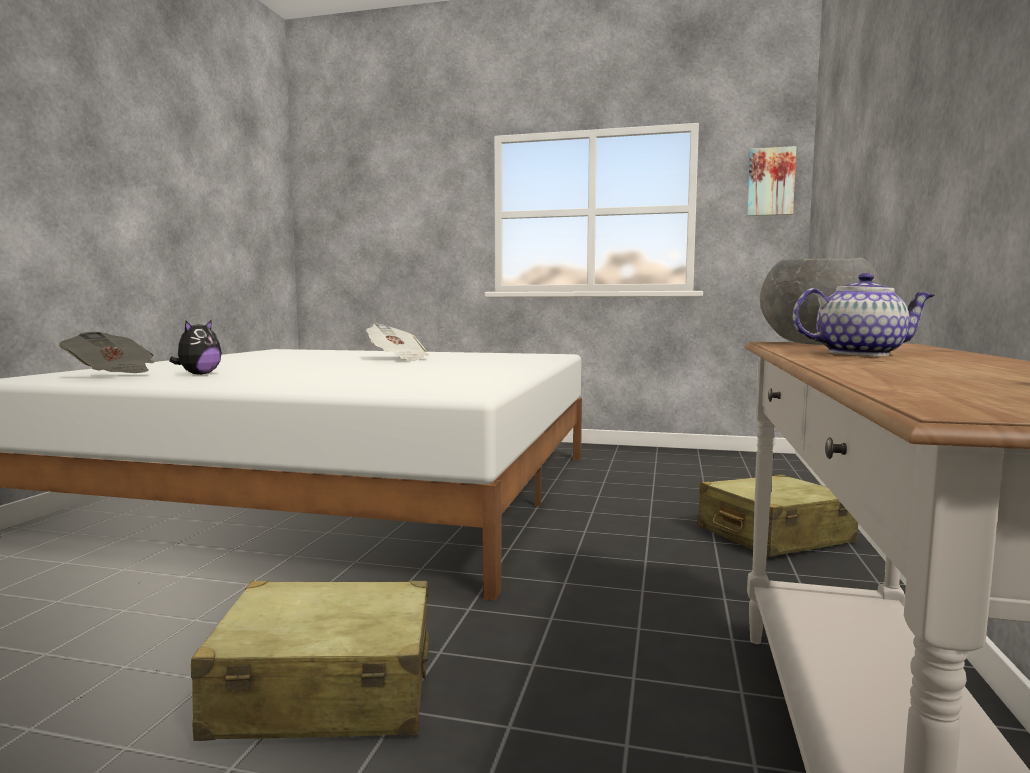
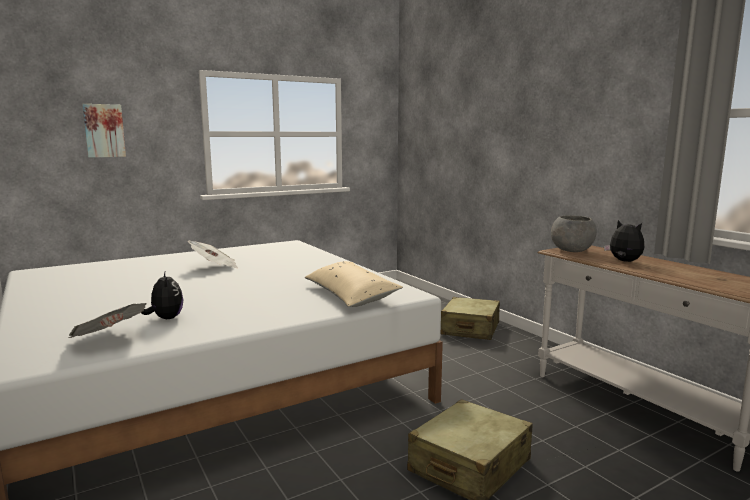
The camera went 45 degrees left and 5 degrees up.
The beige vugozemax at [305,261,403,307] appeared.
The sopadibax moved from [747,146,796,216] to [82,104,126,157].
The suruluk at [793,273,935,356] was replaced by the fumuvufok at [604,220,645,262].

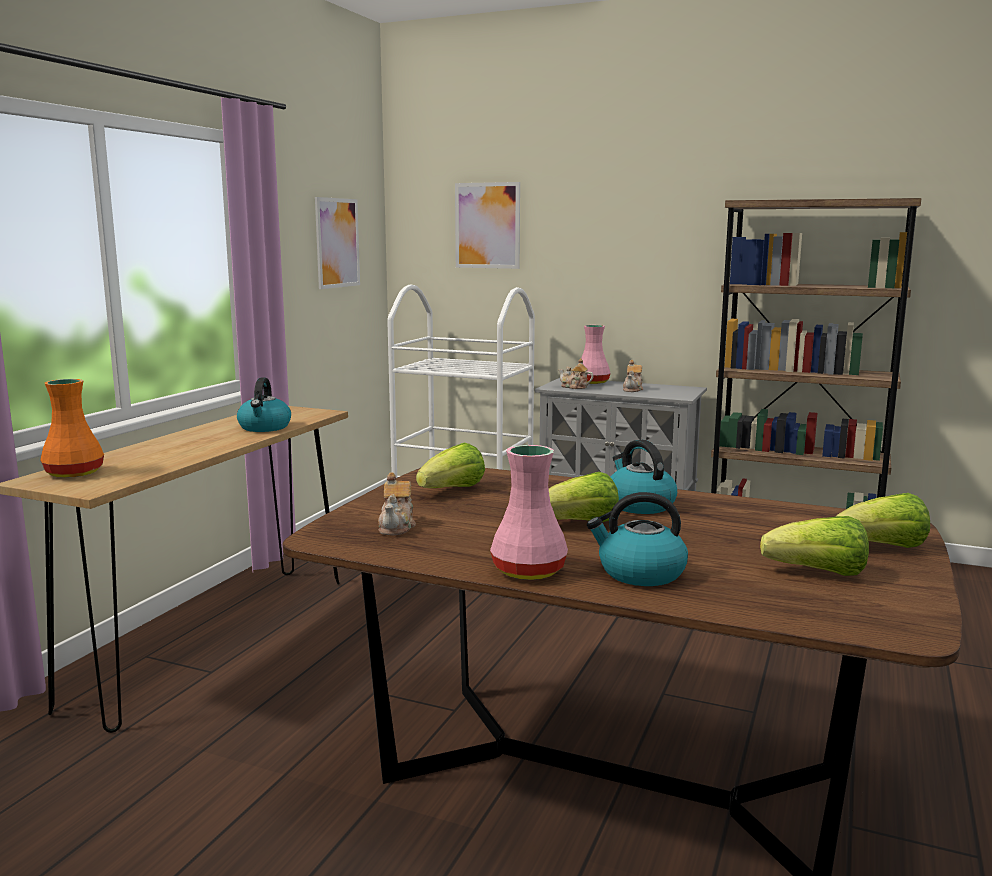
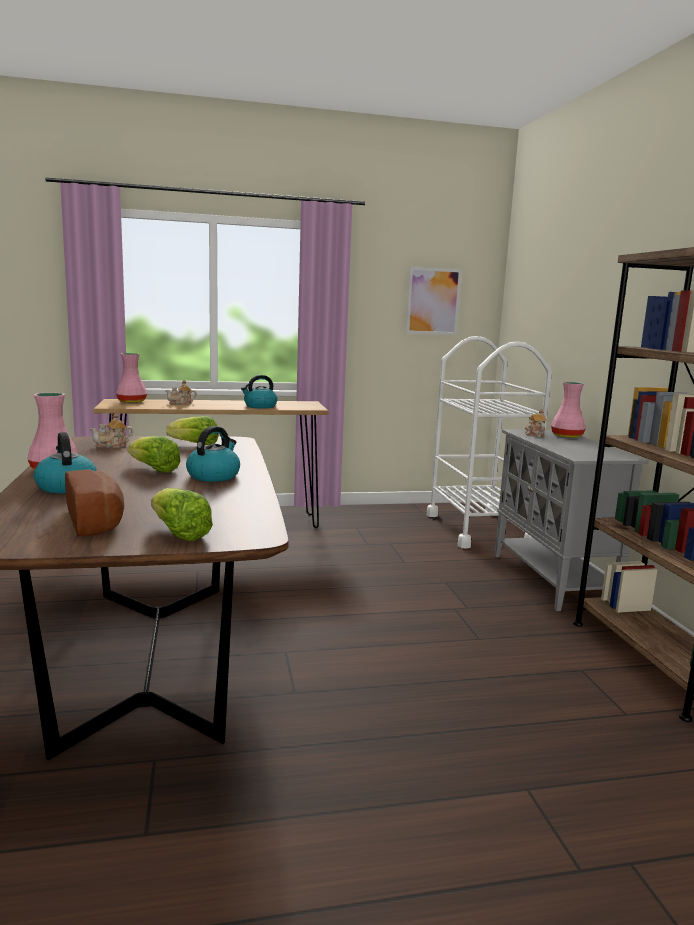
The camera went 55 degrees right and 0 degrees up.
The sopadibax at [455,182,520,269] disappeared.
The suruluk moved from [623,360,643,392] to [165,380,197,405].
The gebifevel at [760,516,869,576] was replaced by the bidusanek at [65,469,124,536].
The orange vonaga at [40,379,104,478] became the pink vonaga at [116,353,147,403].

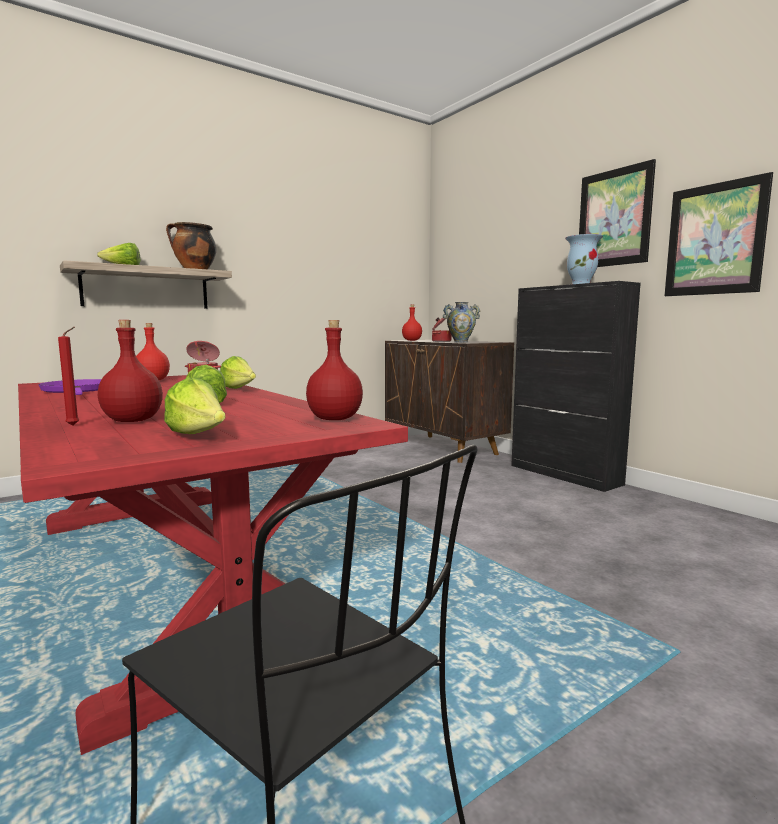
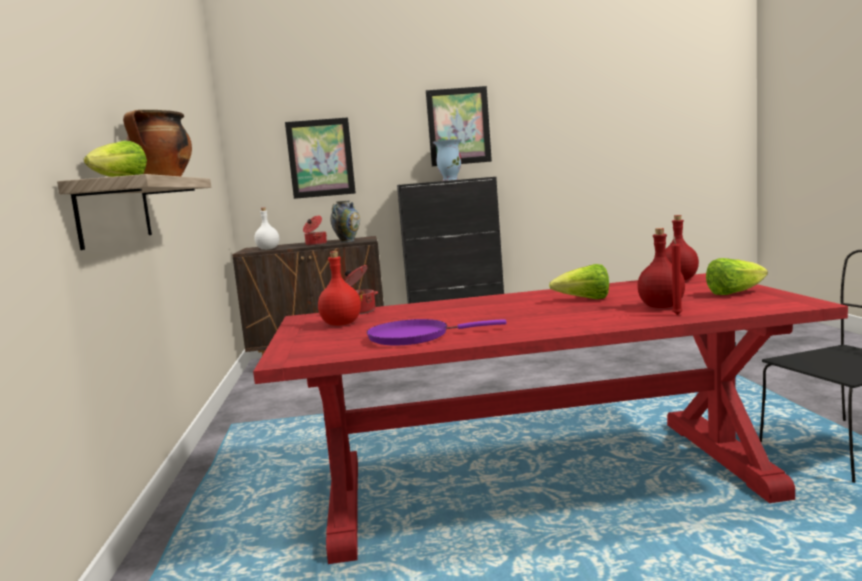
The camera went 60 degrees left and 0 degrees up.
The gebifevel at [220,356,256,389] disappeared.
The sopadibax moved from [665,172,773,296] to [285,117,356,199].
The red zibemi at [402,305,422,341] became the white zibemi at [254,208,279,250].

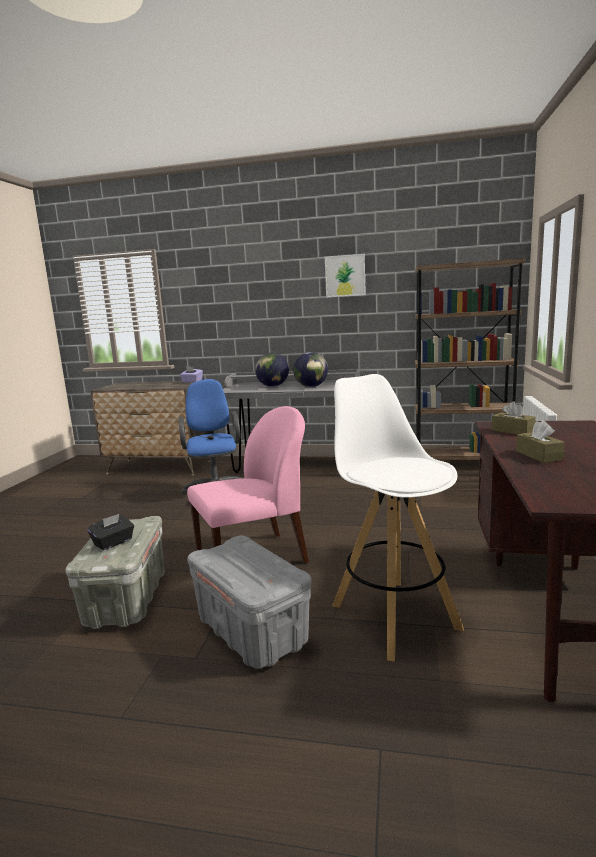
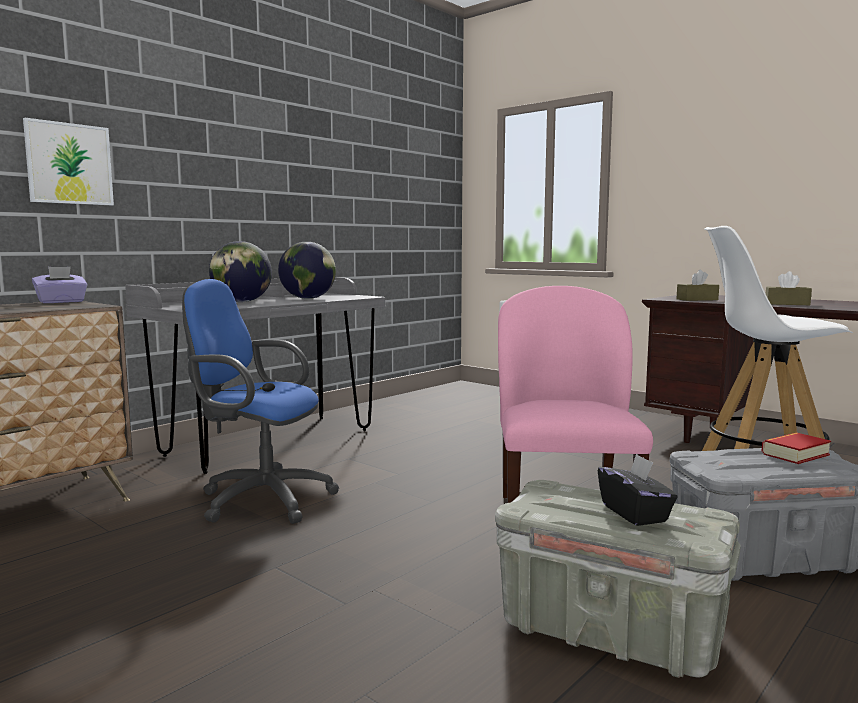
The camera went 60 degrees left and 5 degrees down.
The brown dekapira at [415,258,525,460] disappeared.
The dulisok at [762,432,831,464] appeared.
The sopadibax moved from [325,254,366,297] to [23,118,114,205].

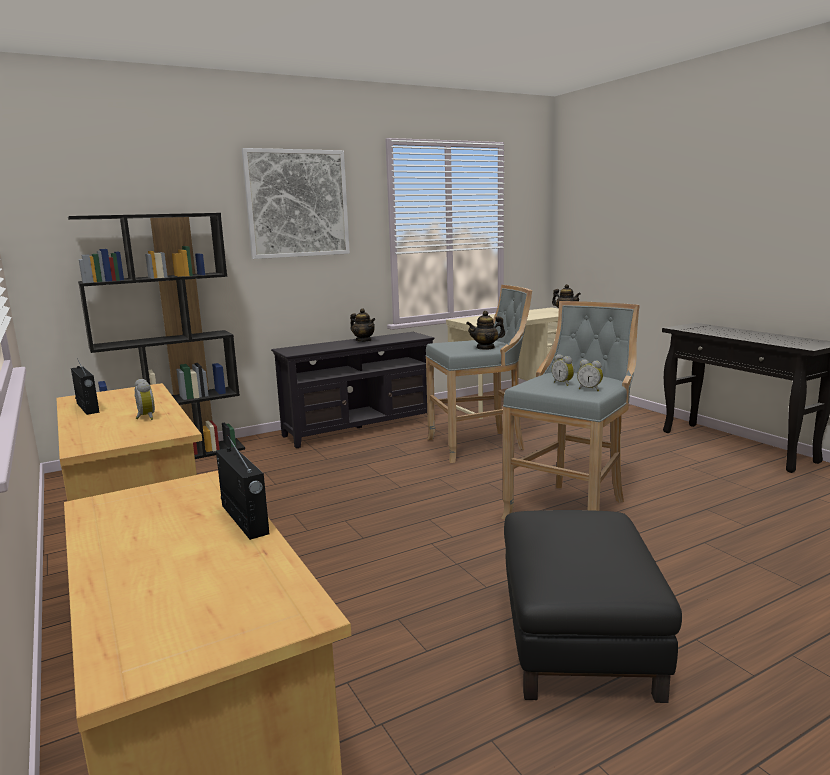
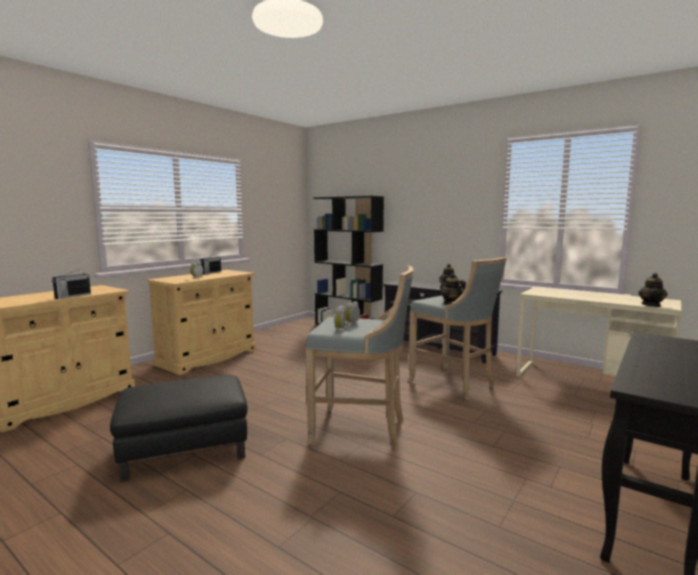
The camera went 65 degrees right and 5 degrees down.
The sopadibax at [242,148,350,259] disappeared.

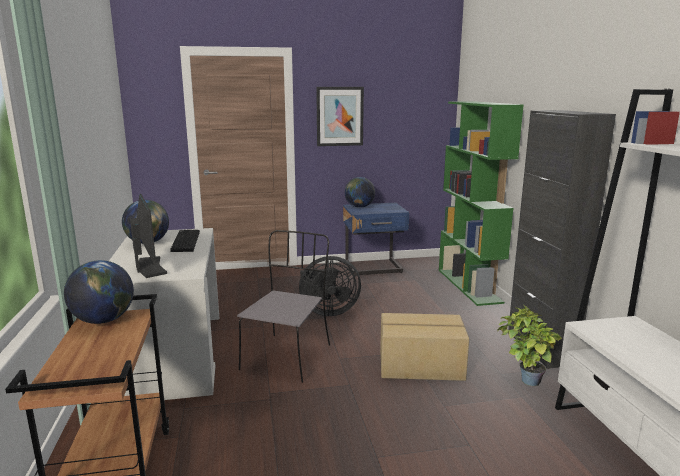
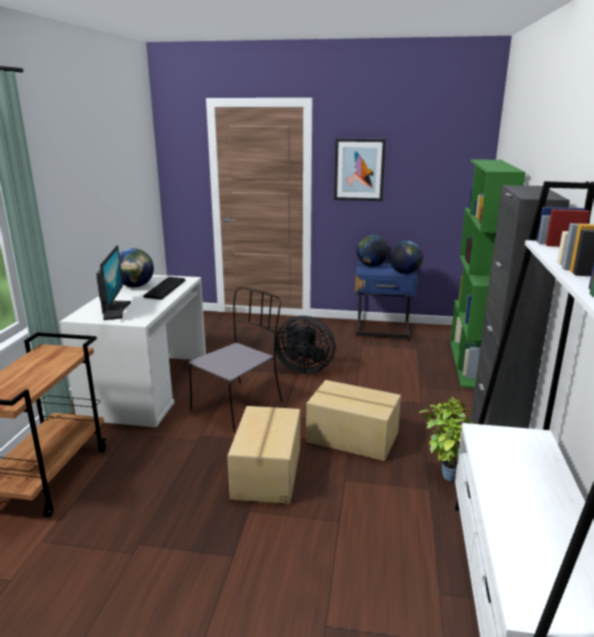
The camera went 20 degrees right and 5 degrees up.
The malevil at [227,406,300,504] appeared.
The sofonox moved from [64,260,134,324] to [389,241,423,274].

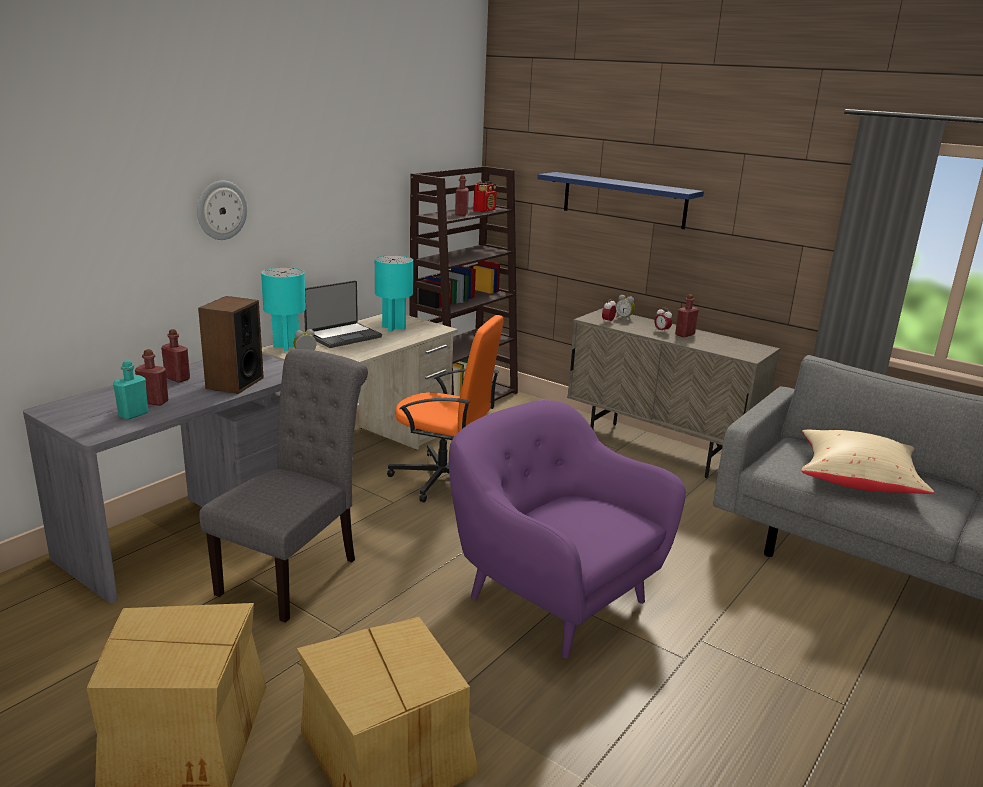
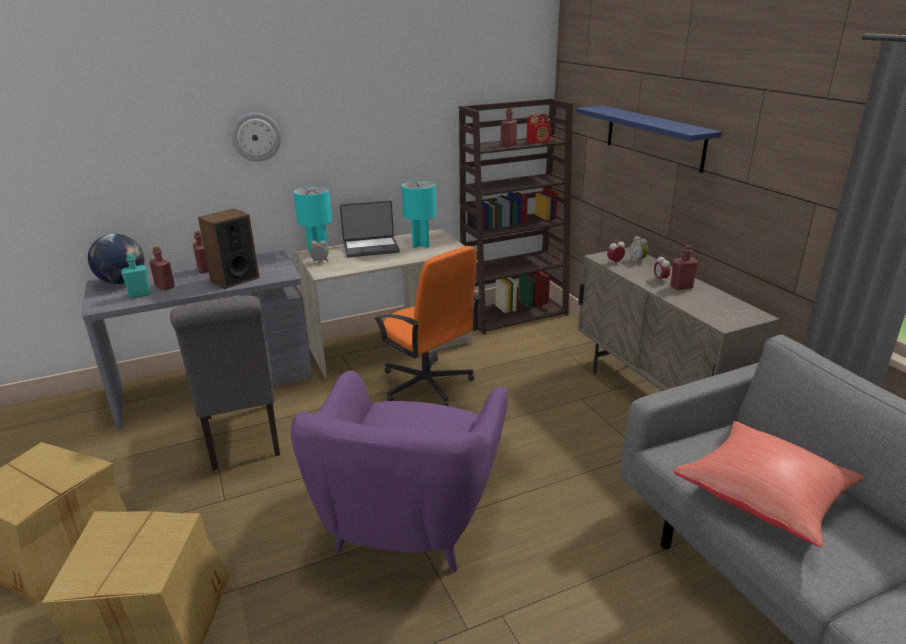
The camera went 30 degrees right and 5 degrees up.
The sofonox at [88,234,145,284] appeared.
The beige vugozemax at [801,430,934,494] became the red vugozemax at [673,421,864,547].
The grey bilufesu at [199,349,368,623] turned 105 degrees clockwise.
The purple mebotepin at [449,400,686,658] turned 150 degrees counterclockwise.

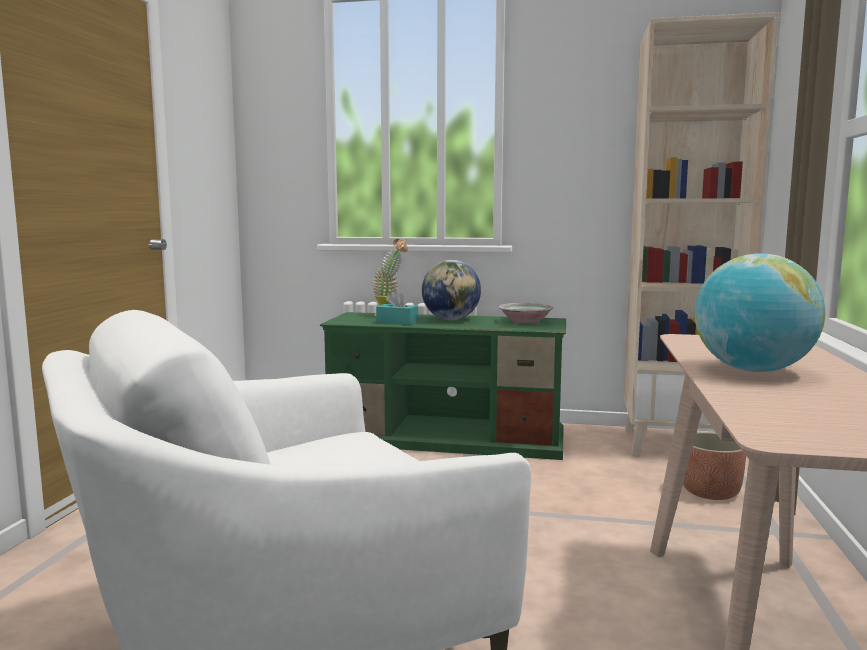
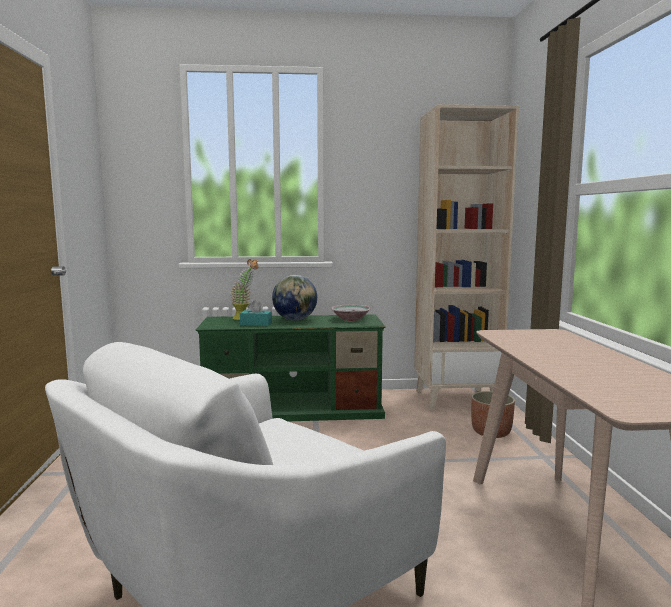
The camera went 15 degrees left and 0 degrees up.
The sofonox at [694,254,825,372] disappeared.

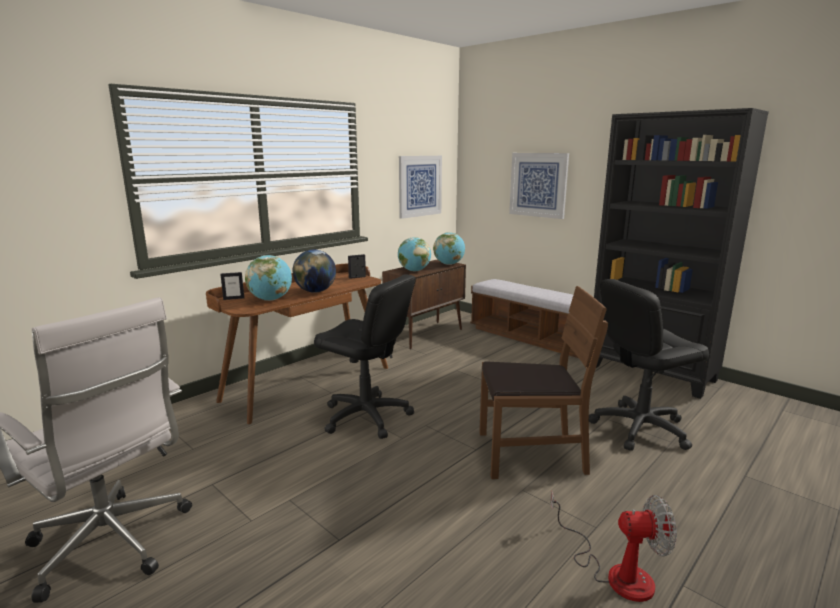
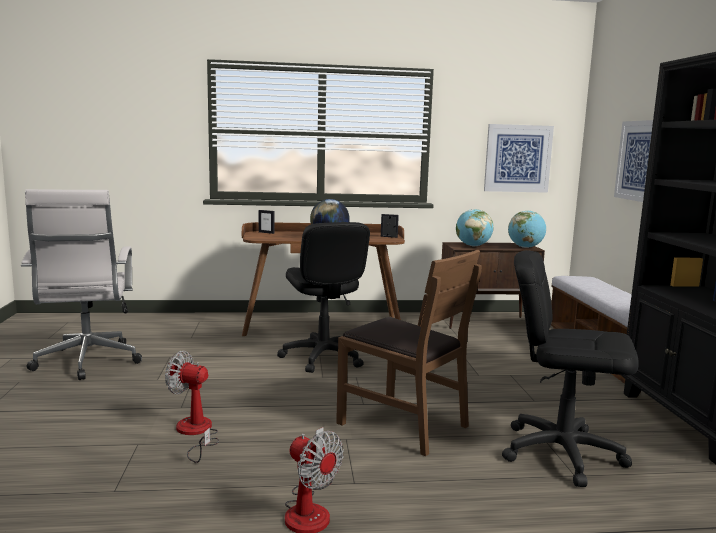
The camera went 40 degrees right and 5 degrees down.
The sofonox at [245,255,292,301] disappeared.
The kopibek at [165,351,219,463] appeared.

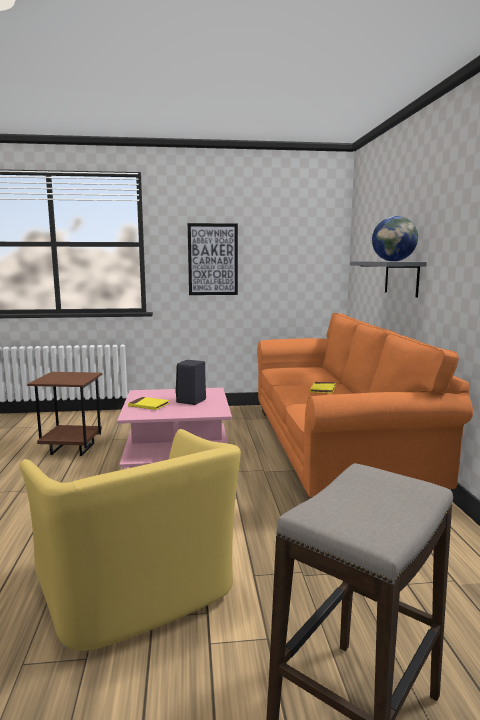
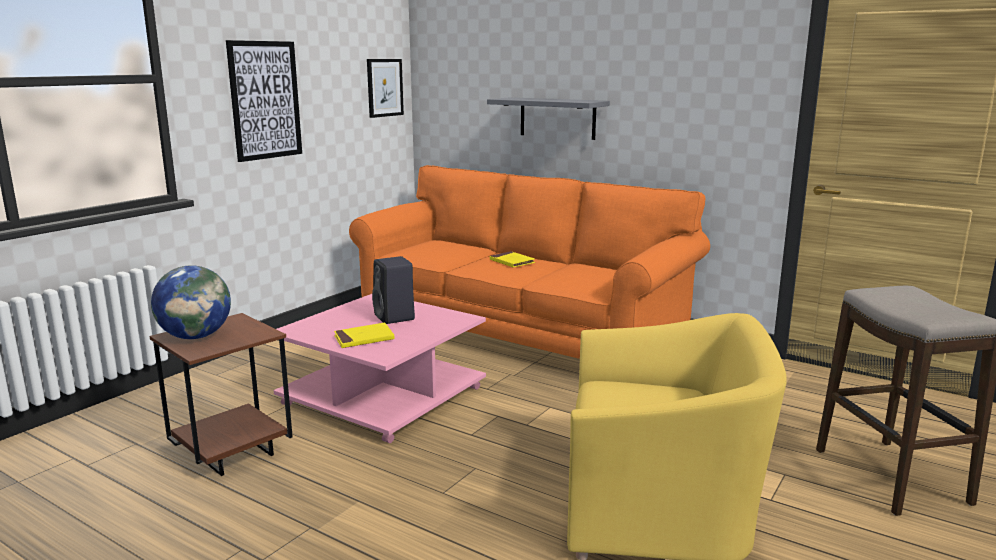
The camera went 50 degrees left and 5 degrees up.
The sopadibax at [367,59,404,118] appeared.
The sofonox moved from [372,216,418,261] to [151,265,231,339].

